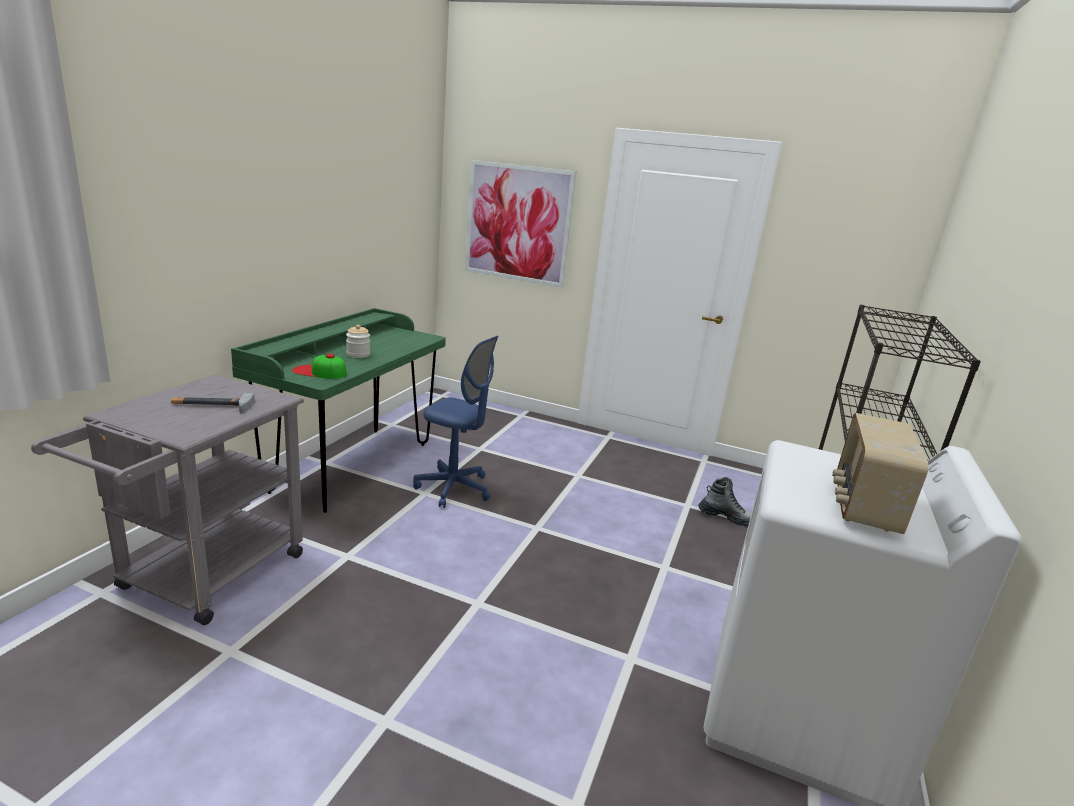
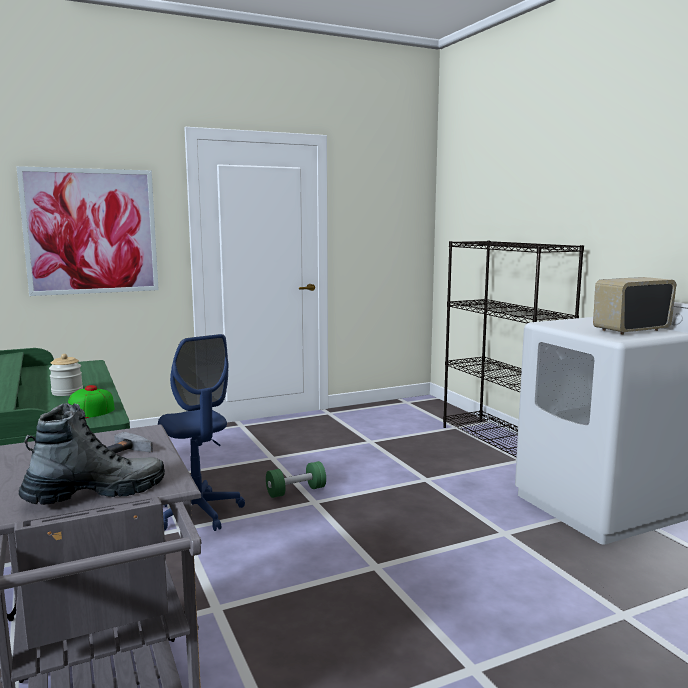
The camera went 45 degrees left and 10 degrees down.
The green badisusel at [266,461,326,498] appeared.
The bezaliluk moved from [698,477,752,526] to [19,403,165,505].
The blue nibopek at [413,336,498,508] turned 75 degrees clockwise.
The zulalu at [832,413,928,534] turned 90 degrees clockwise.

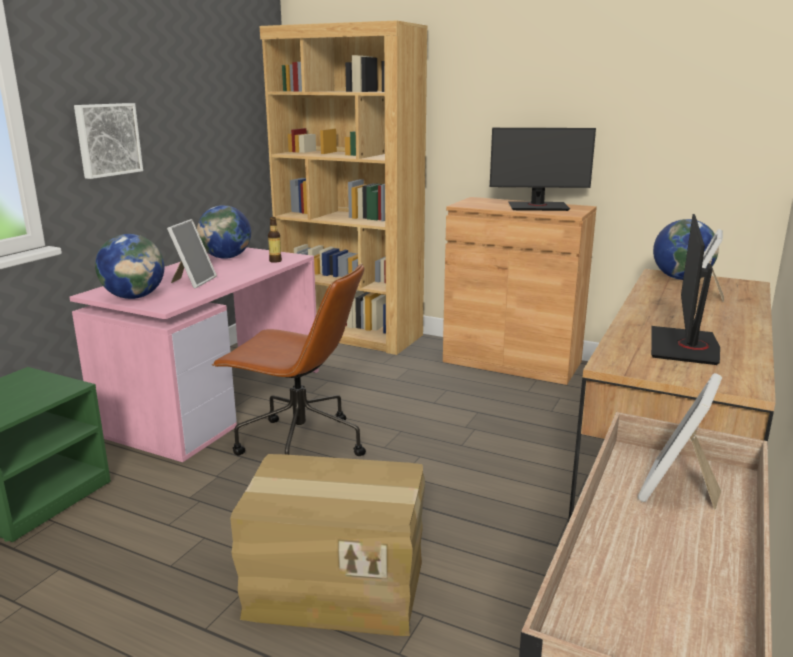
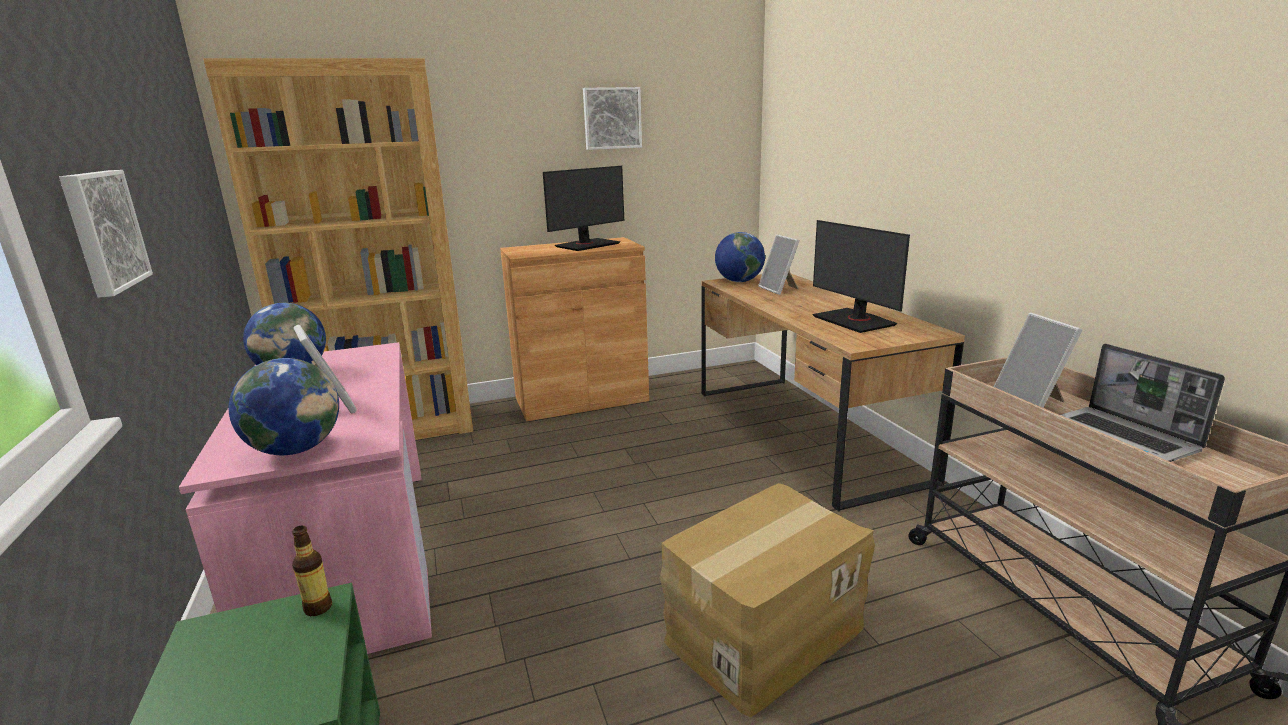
The camera went 45 degrees left and 0 degrees up.
The brown nibopek at [211,263,366,456] disappeared.
The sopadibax at [583,87,642,150] appeared.
The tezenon at [1061,344,1225,462] appeared.
The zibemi moved from [268,217,282,263] to [292,526,332,616].

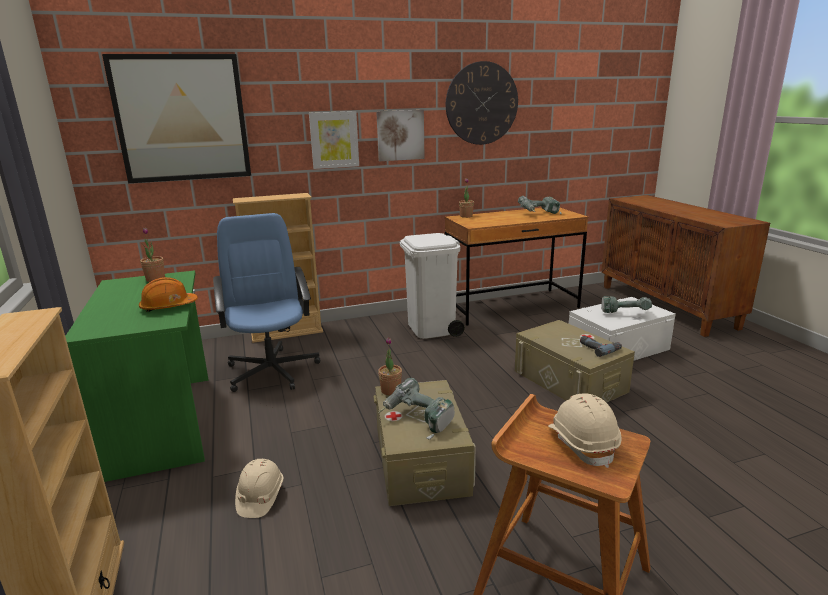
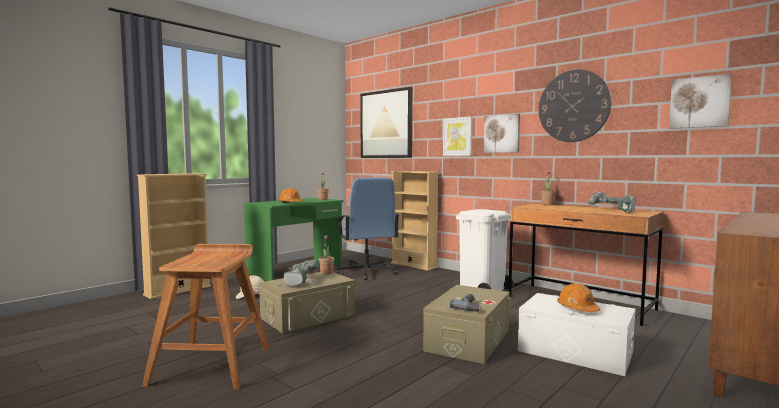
The camera went 60 degrees right and 15 degrees down.
The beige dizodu at [548,394,622,468] disappeared.
The sopadibax at [669,74,732,129] appeared.
The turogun at [601,296,652,313] was replaced by the orange dizodu at [557,283,600,312].
The blue nibopek at [213,213,320,392] turned 120 degrees clockwise.

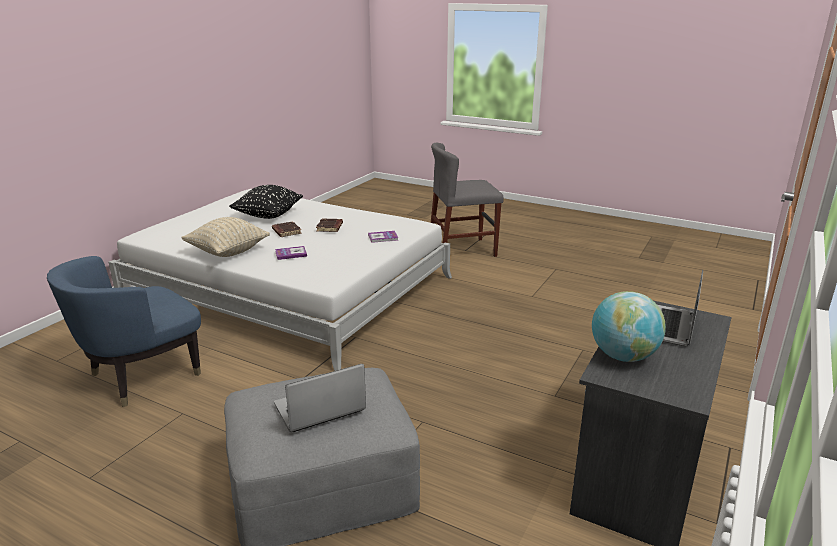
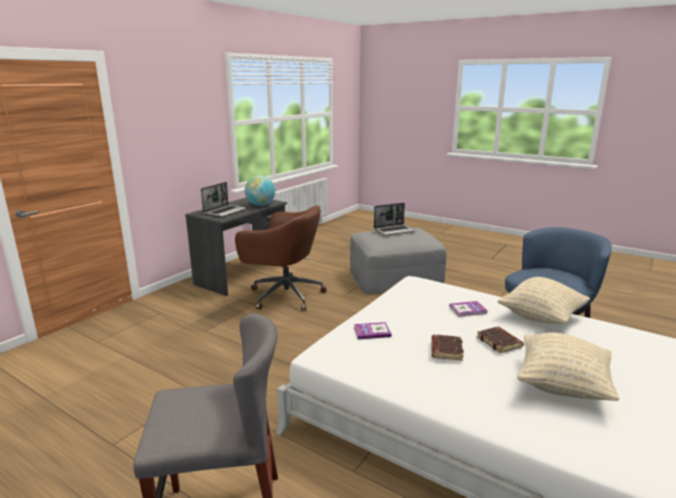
The camera went 175 degrees left and 5 degrees down.
The brown nibopek at [235,205,327,311] appeared.
The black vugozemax at [229,185,303,219] became the beige vugozemax at [517,332,619,401].

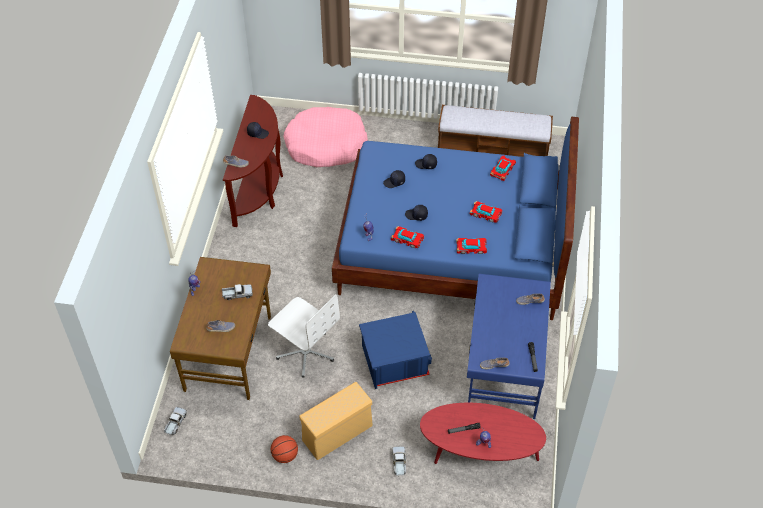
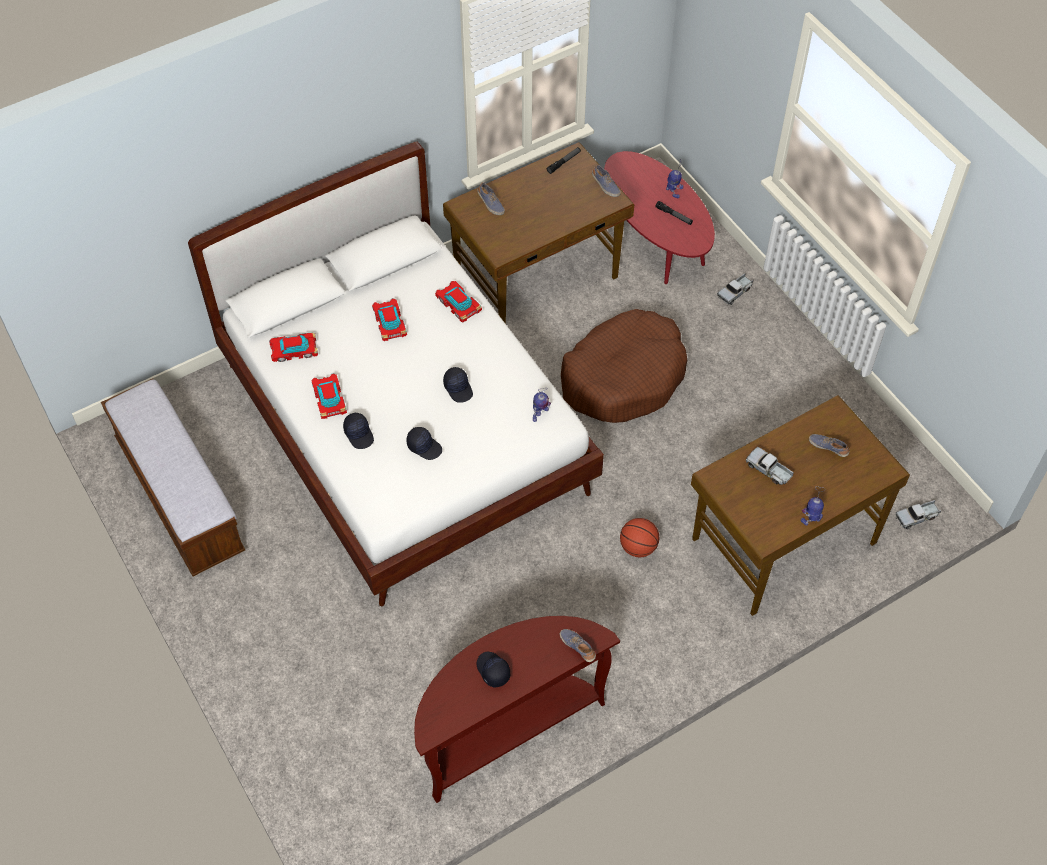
The camera went 130 degrees left and 5 degrees up.
The white nibopek at [268,294,340,378] disappeared.
The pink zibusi at [283,107,368,167] disappeared.
The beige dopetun at [299,382,373,460] disappeared.
The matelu moved from [271,435,298,463] to [620,518,659,557].
The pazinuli moved from [391,226,424,248] to [311,373,347,419].
The blue dopetun at [359,311,432,389] was replaced by the brown zibusi at [561,309,687,423].
The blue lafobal at [332,117,579,320] became the white lafobal at [188,142,604,606].
The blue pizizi at [467,274,551,419] became the brown pizizi at [443,142,634,324].

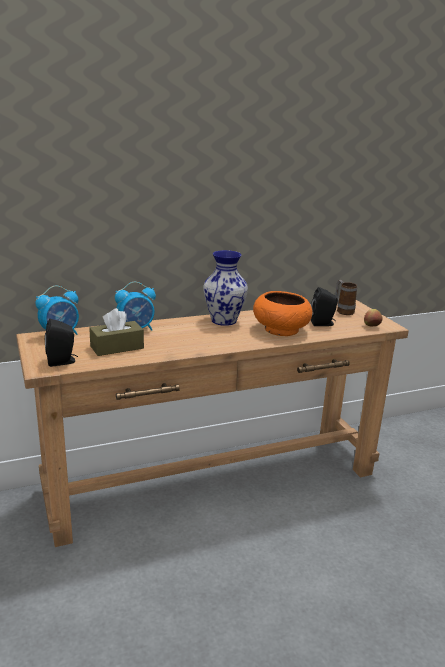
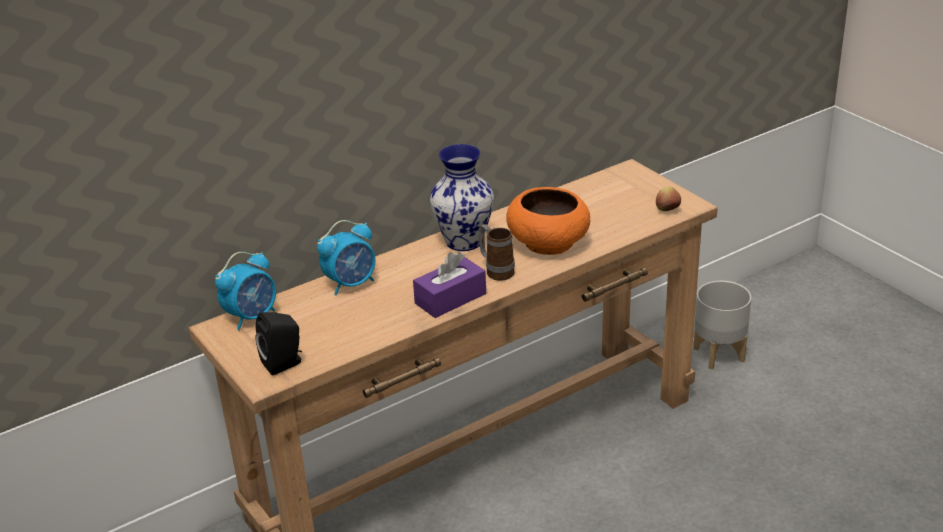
The camera went 10 degrees left and 10 degrees up.
The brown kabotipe at [89,308,144,356] disappeared.
The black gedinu at [311,287,338,326] disappeared.
The purple kabotipe at [413,252,486,318] appeared.
The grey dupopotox at [693,281,751,370] appeared.
The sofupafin moved from [335,280,357,315] to [479,224,515,281].

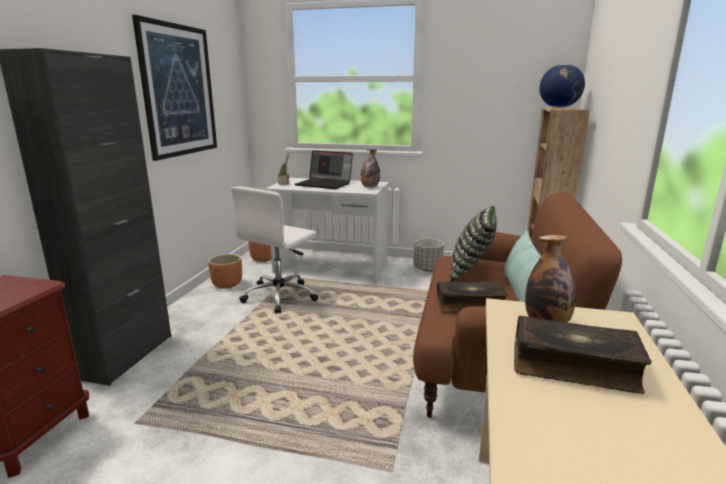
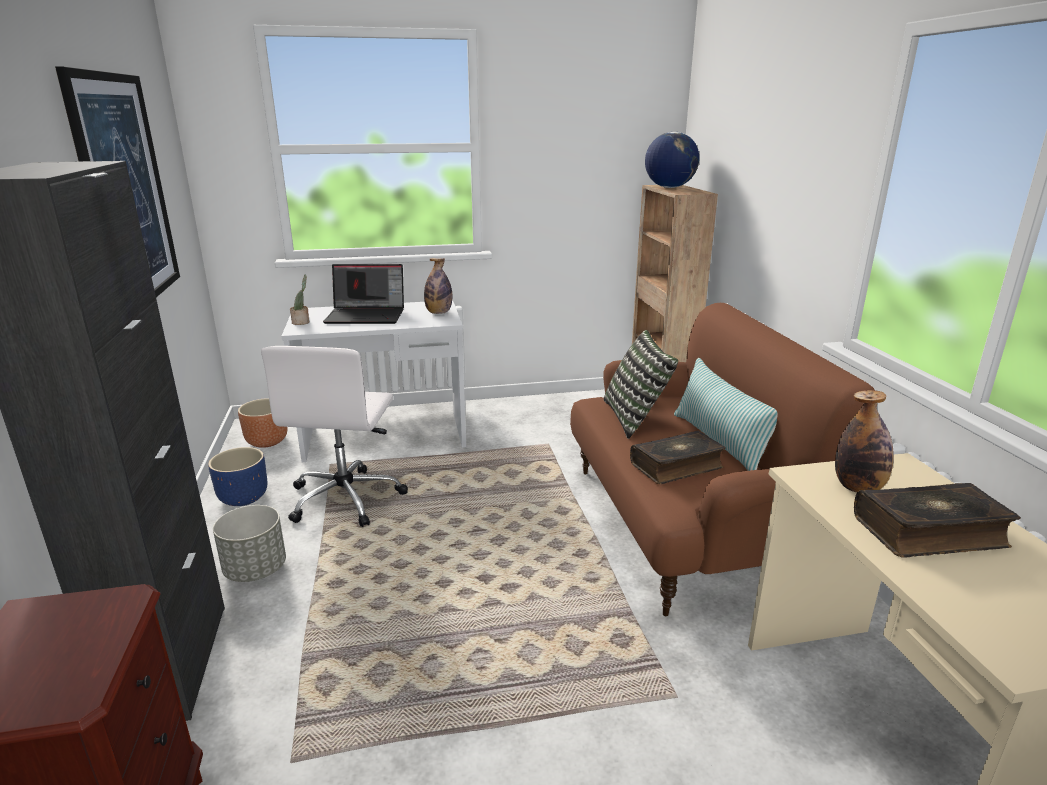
The camera went 25 degrees left and 5 degrees up.
The grey dupopotox moved from [413,239,444,272] to [213,505,286,582].
The brown dupopotox at [208,254,242,289] became the blue dupopotox at [208,447,267,506].

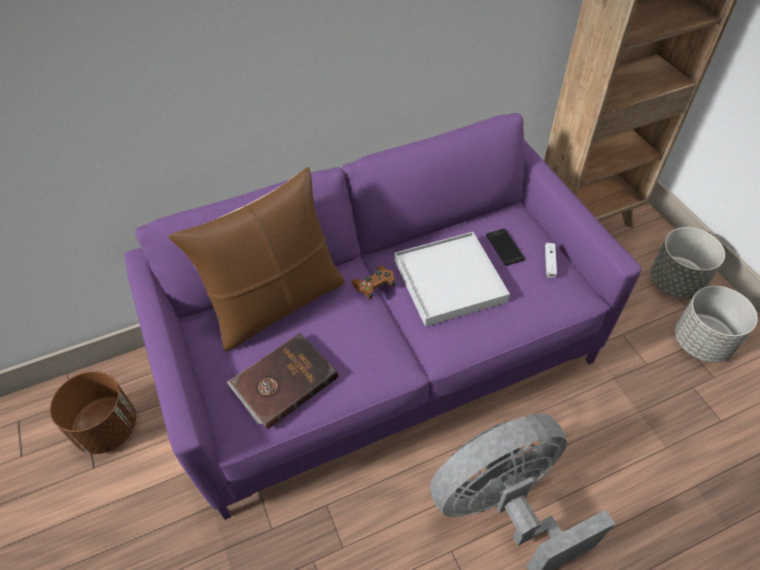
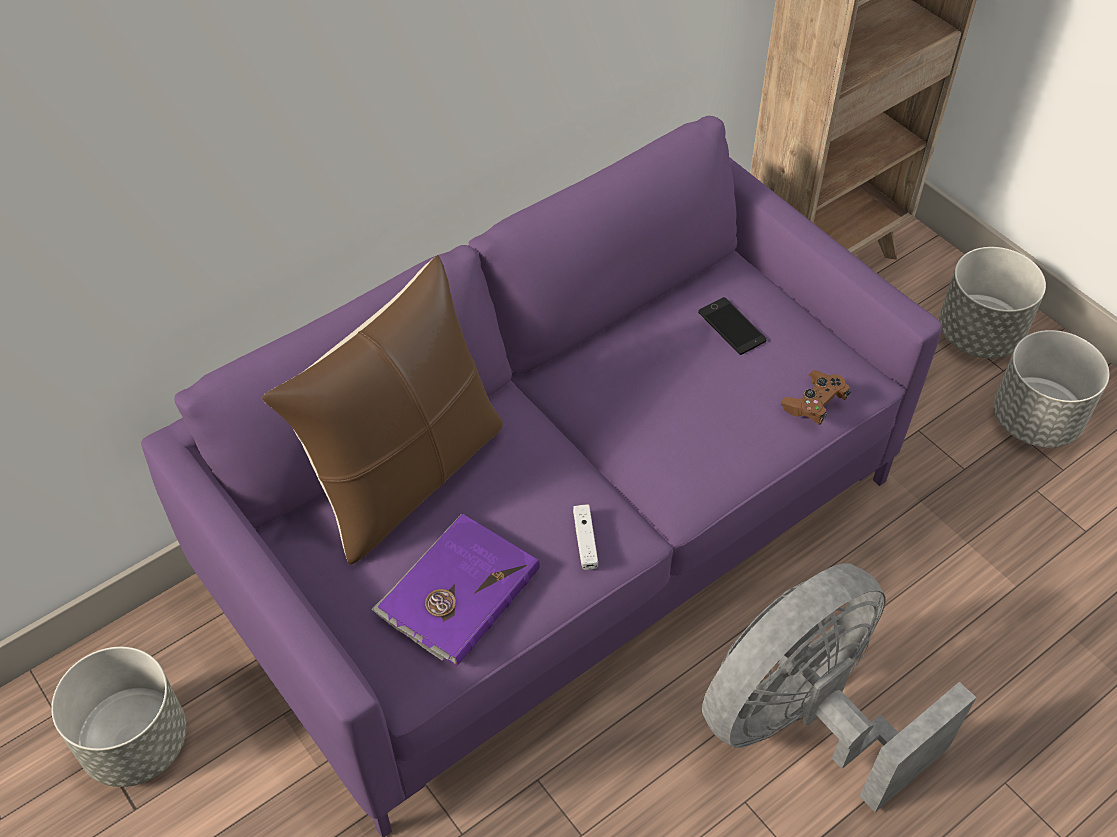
The camera went 15 degrees left and 0 degrees up.
The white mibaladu at [395,232,510,327] disappeared.
The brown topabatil moved from [351,265,395,299] to [781,370,851,425].
The white topabatil moved from [545,243,557,278] to [573,505,598,570].
The brown dupopotox at [50,371,136,454] became the grey dupopotox at [51,646,187,787].
The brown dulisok at [227,333,338,430] became the purple dulisok at [371,513,540,666].

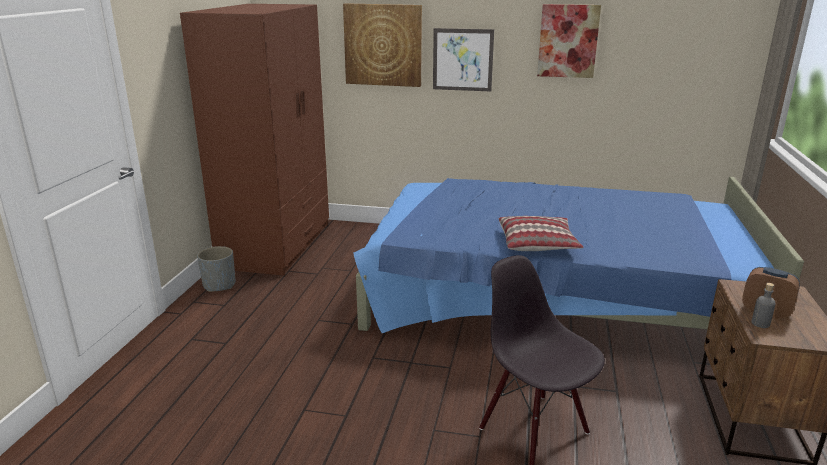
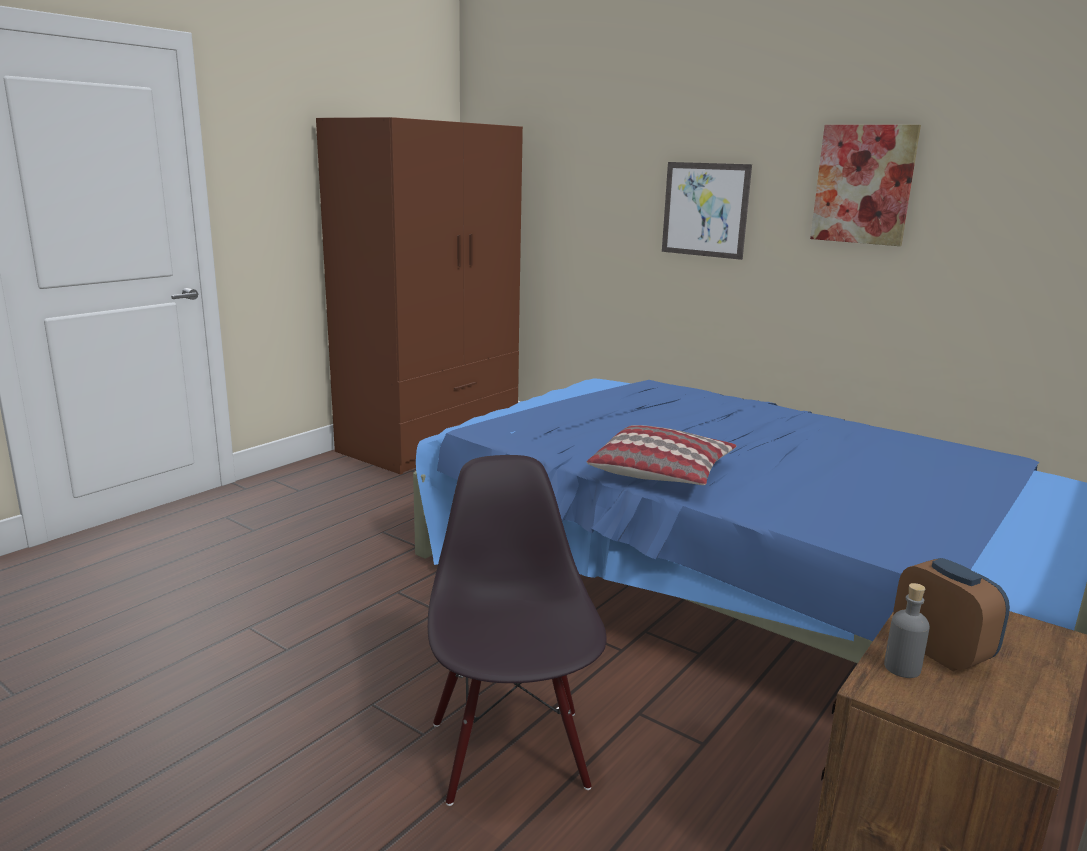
The camera went 25 degrees right and 5 degrees down.
The grey dupopotox at [197,246,235,292] disappeared.
The sopadibax at [343,3,422,87] disappeared.

